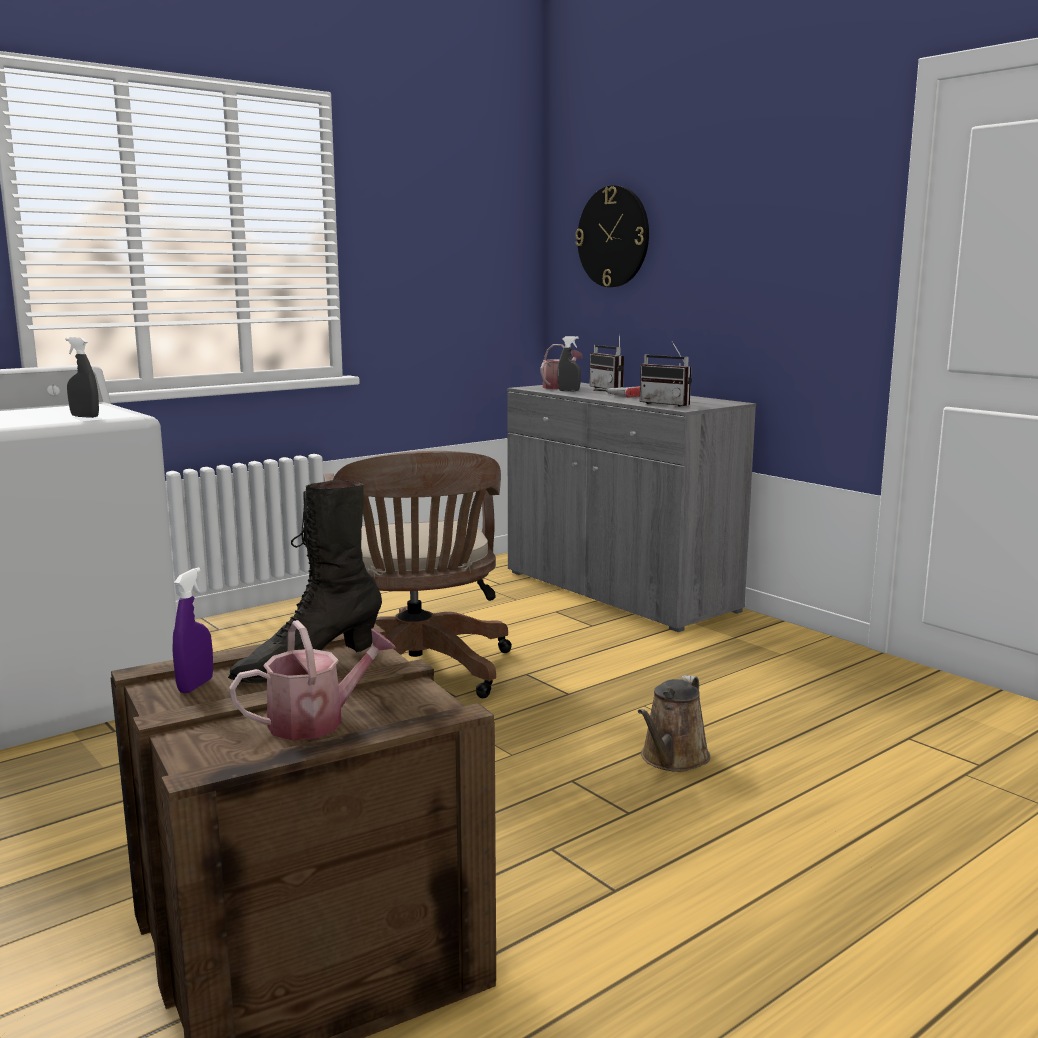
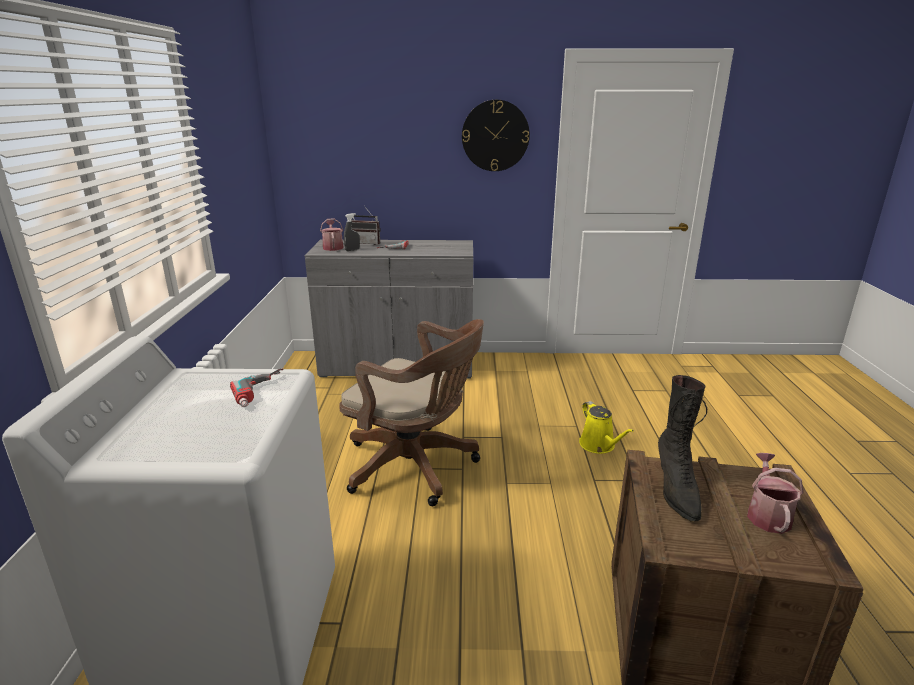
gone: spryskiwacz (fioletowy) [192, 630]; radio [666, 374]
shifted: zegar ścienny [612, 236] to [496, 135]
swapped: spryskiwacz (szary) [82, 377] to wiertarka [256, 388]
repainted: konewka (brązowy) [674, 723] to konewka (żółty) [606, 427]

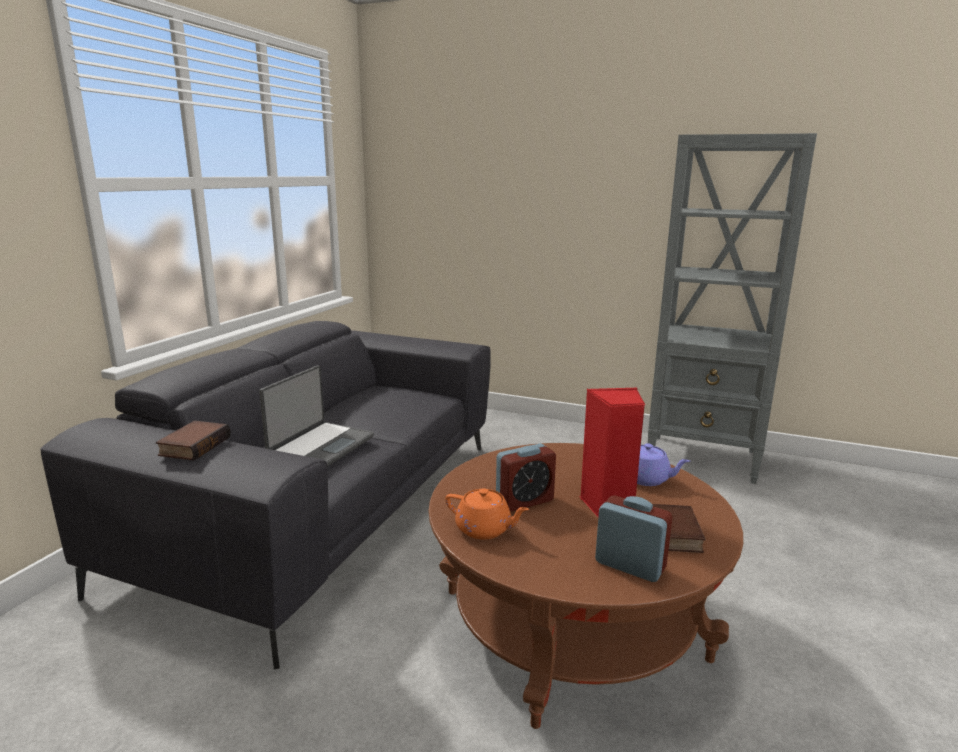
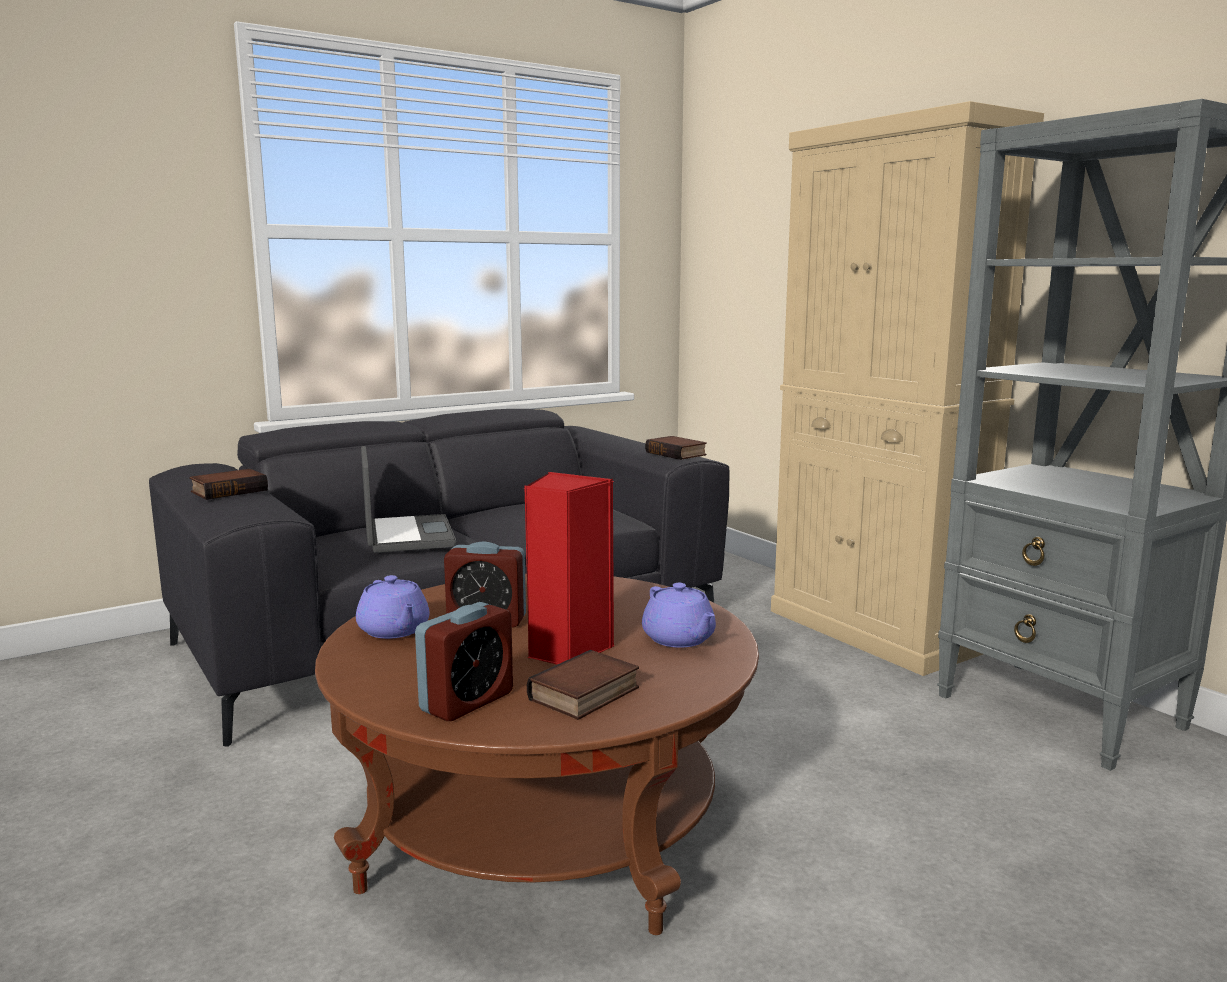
new: książka [676, 448]; szafka (beżowy) [907, 388]
repainted: imbryk (pomarańczowy) [487, 513] to imbryk (fioletowy) [393, 607]
rotated: laptop [316, 416] = [408, 499] 75 degrees counterclockwise; budzik [634, 538] = [464, 661] 60 degrees clockwise

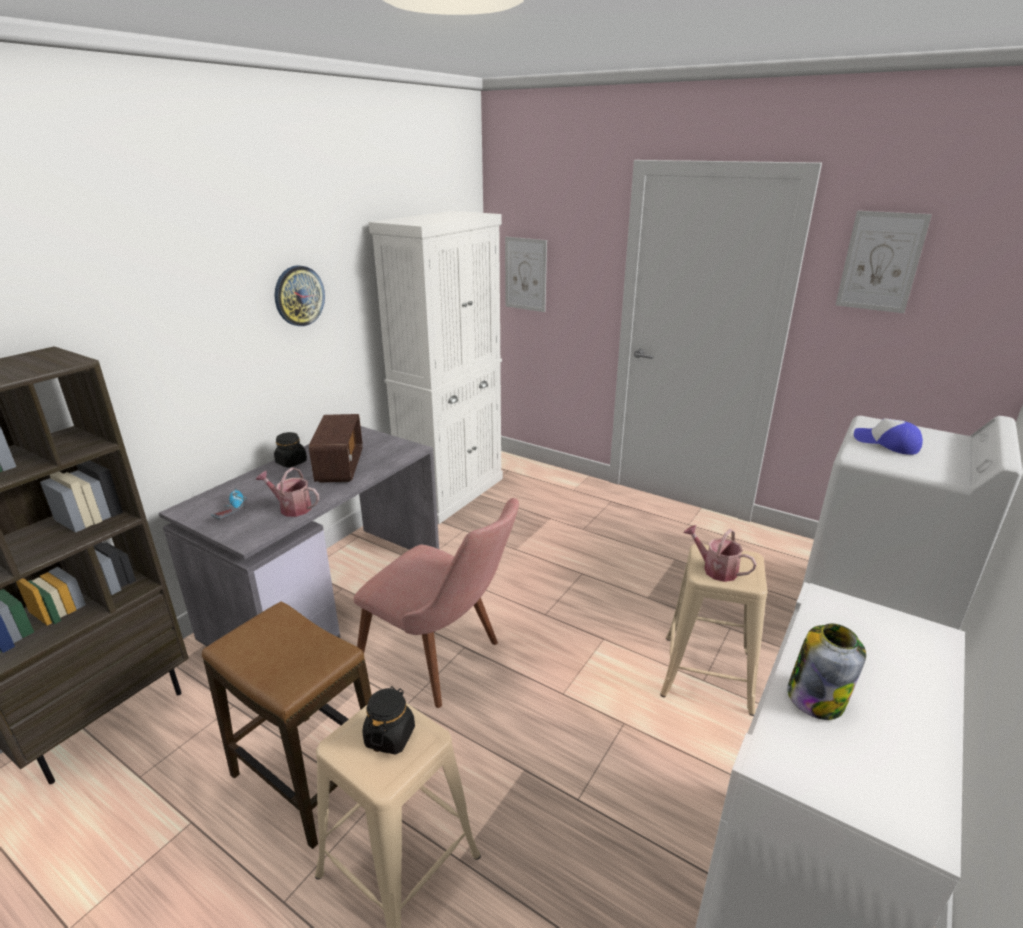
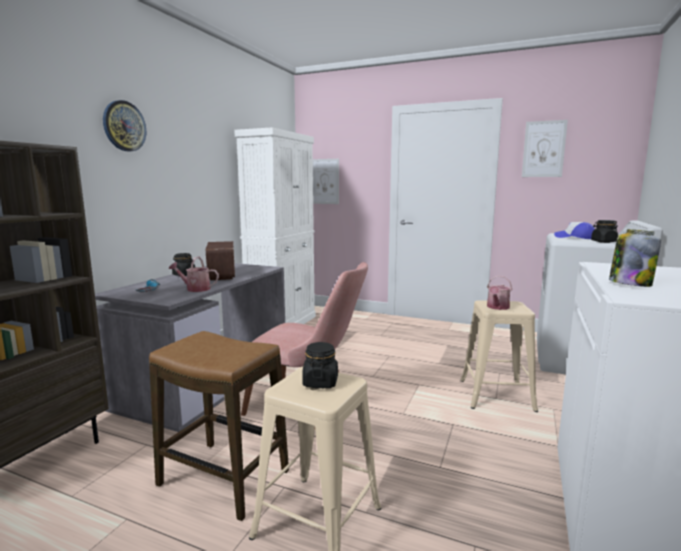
new: słoik (czarny) [604, 231]
shifted: zegar ścienny [300, 295] to [124, 126]
rotated: konewka [720, 553] = [499, 293] 90 degrees counterclockwise

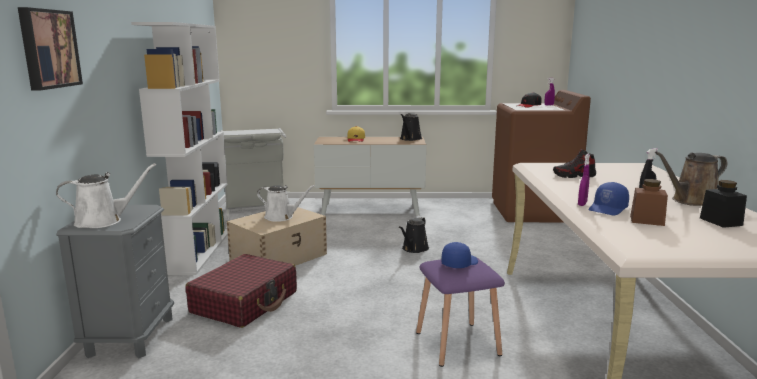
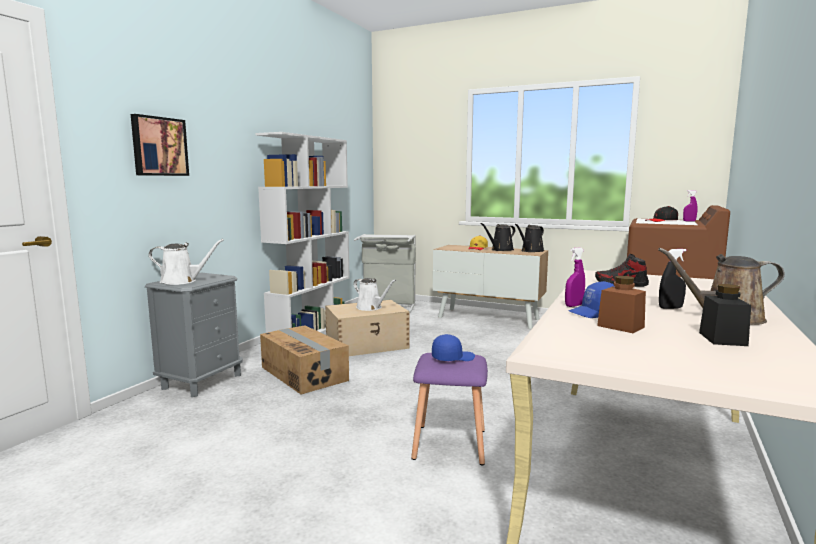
shifted: konewka (czarny) [414, 235] to [497, 237]
swapped: walizka (czerwony) [241, 291] to karton [304, 360]

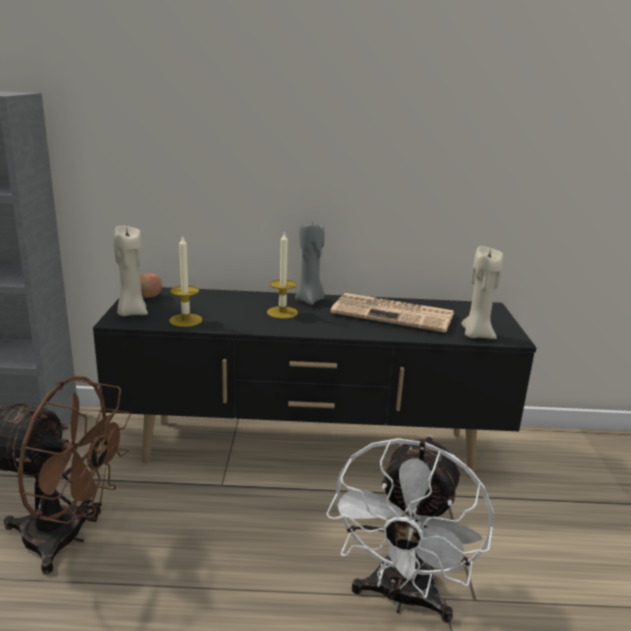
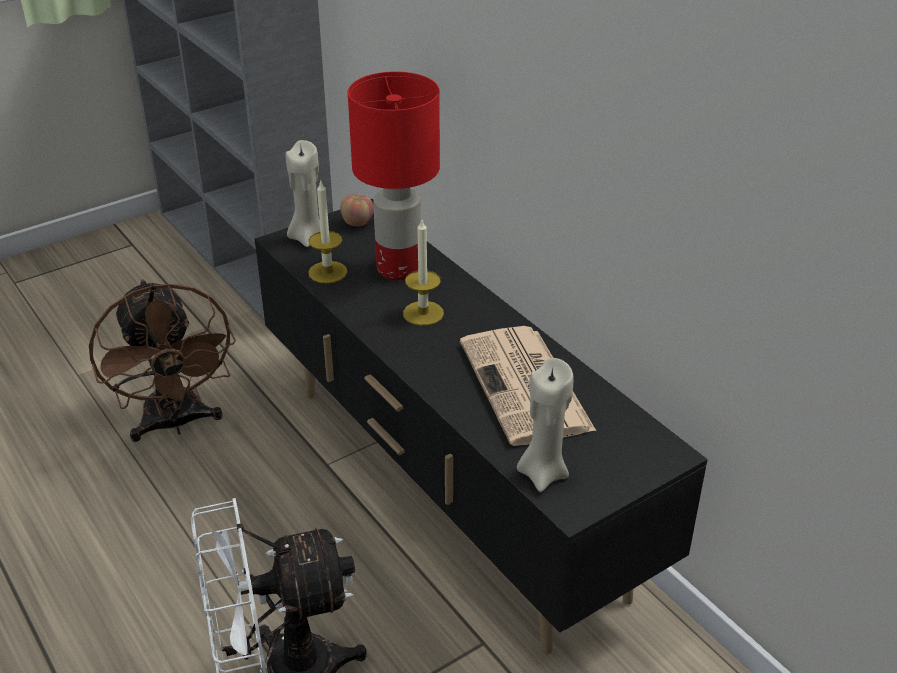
gone: świeca (szary) [310, 263]
new: lampa stołowa (czerwony) [394, 176]

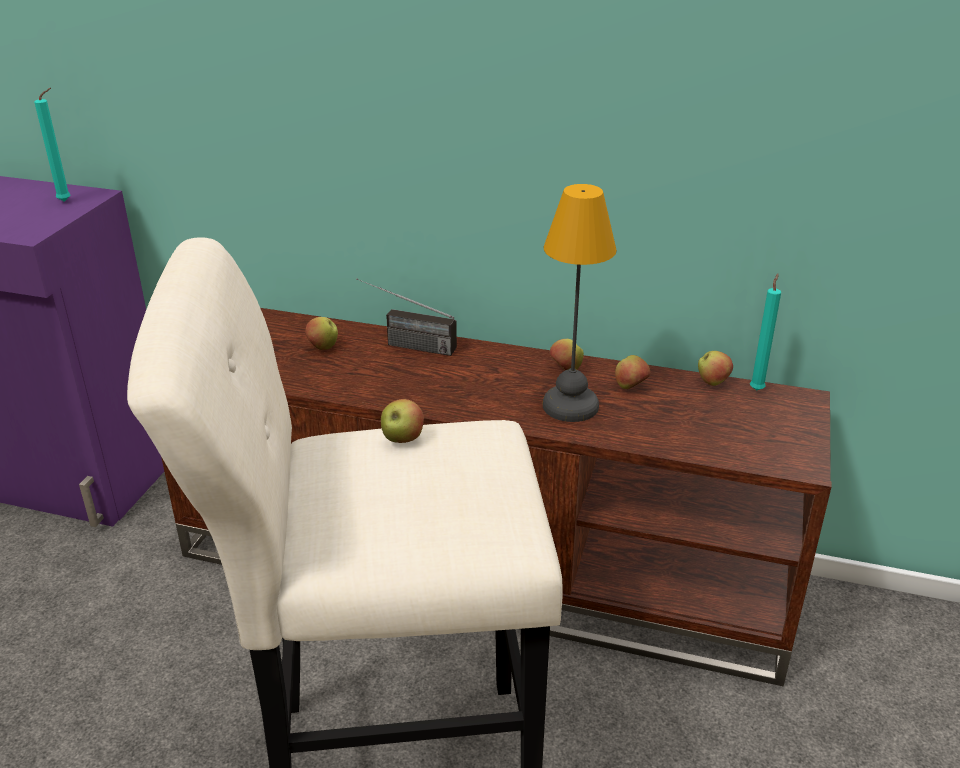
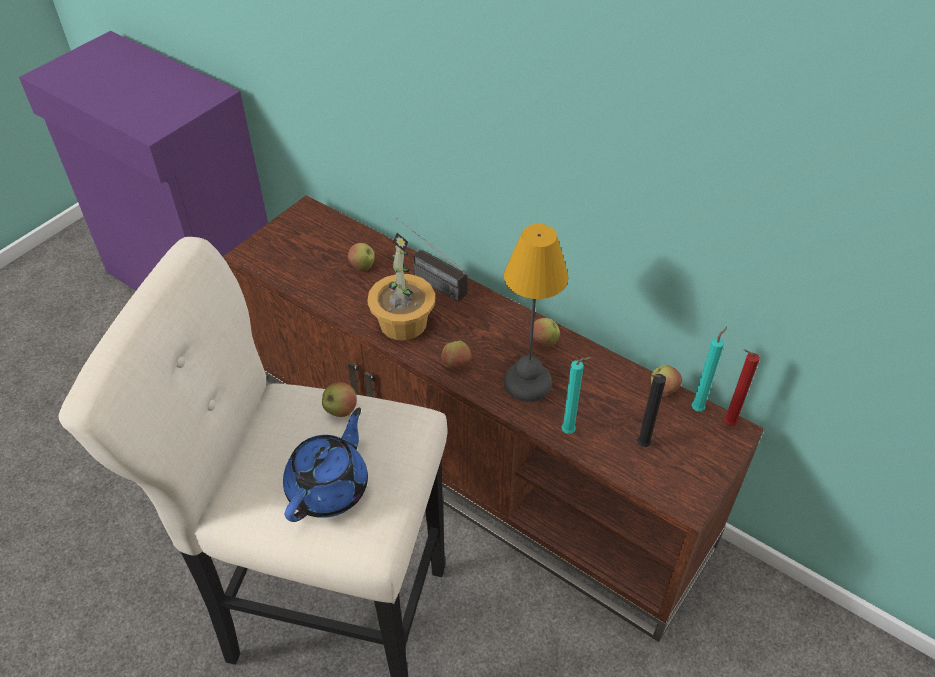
new: imbryk (niebieski) [325, 465]; roślina doniczkowa [401, 286]; świeca (czarny) [651, 410]; świeca (czerwony) [742, 387]
shifted: jabłko [632, 372] to [457, 354]; świeca (turkusowy) [52, 145] to [577, 395]

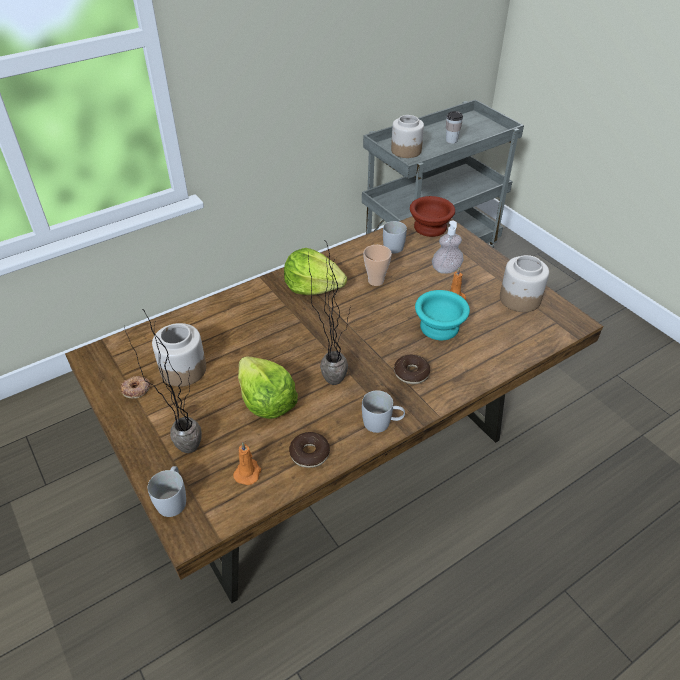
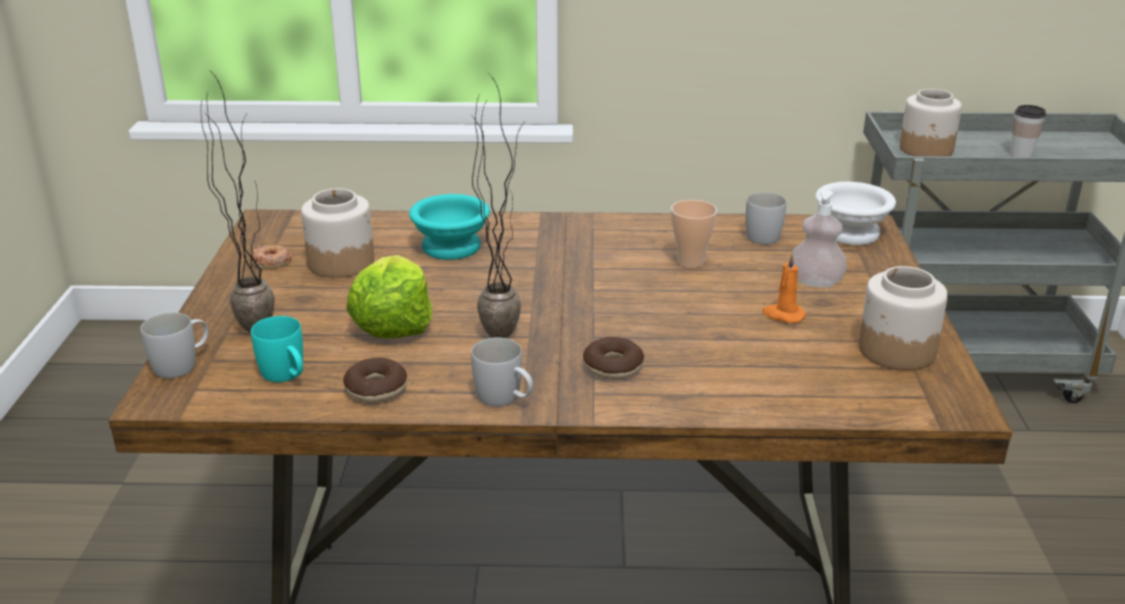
gone: sałata [315, 271]
shifted: miska (turkusowy) [442, 315] to [449, 227]
swapped: świeca (pomarańczowy) [247, 463] to kubek (turkusowy) [277, 349]
repainted: miska (brązowy) [432, 216] to miska (biały) [855, 213]

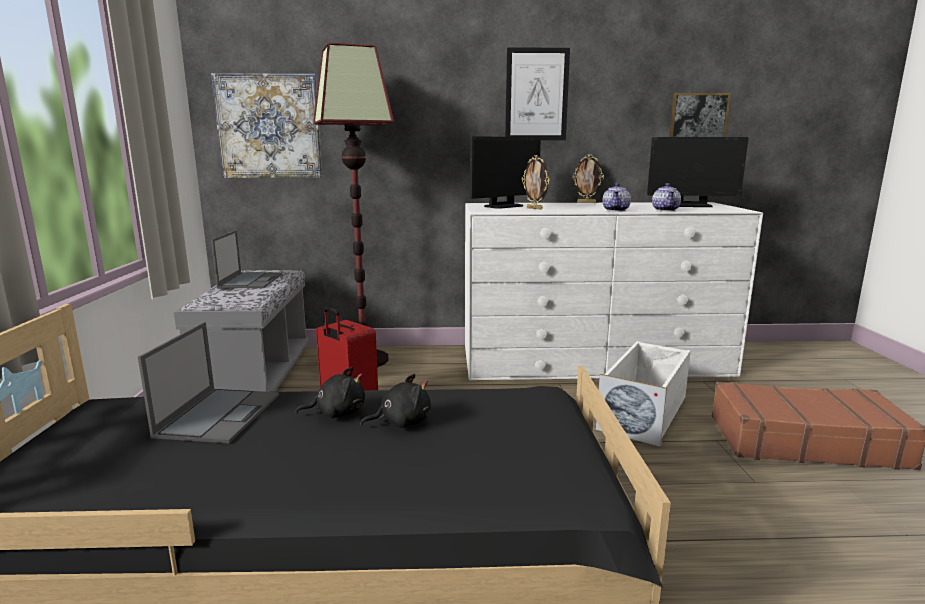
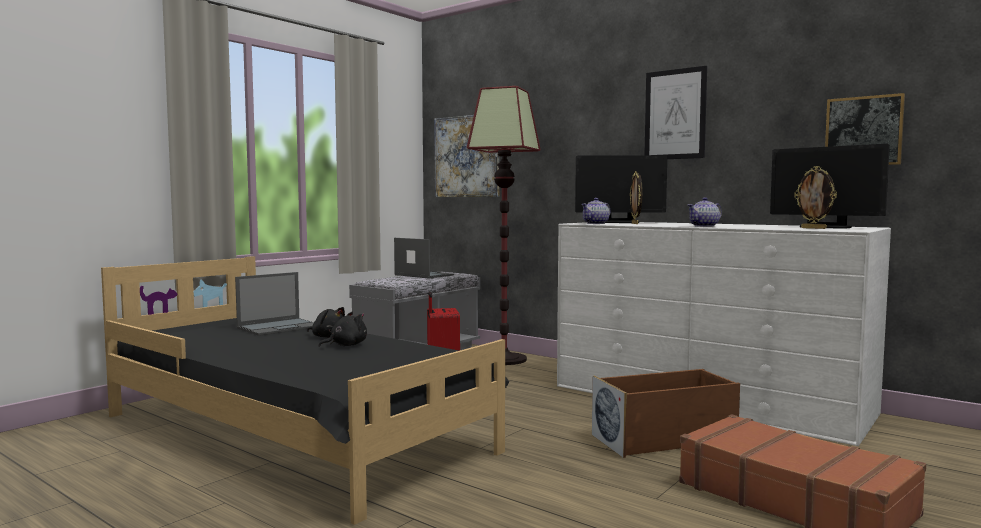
shifted: imbryk [666, 197] to [595, 211]; ramka na zdjęcie [588, 178] to [815, 197]
repainted: pojemnik do przechowywania (biały) [643, 394] to pojemnik do przechowywania (brązowy) [666, 413]
rotated: pluszak (czarny) [395, 401] = [343, 329] 60 degrees counterclockwise; laptop [247, 259] = [424, 258] 90 degrees counterclockwise

